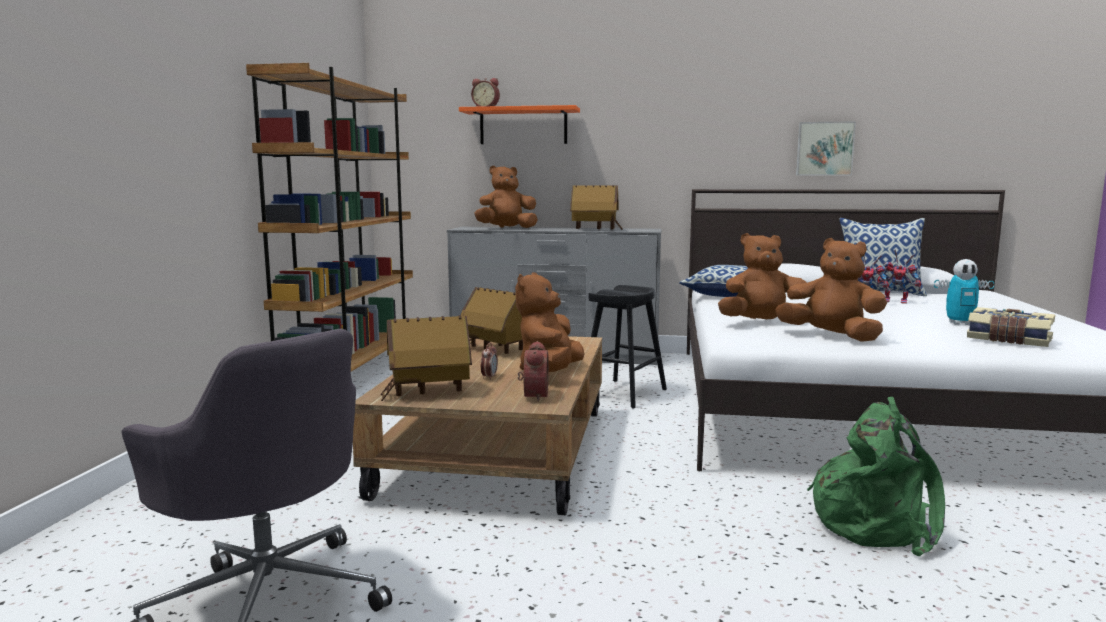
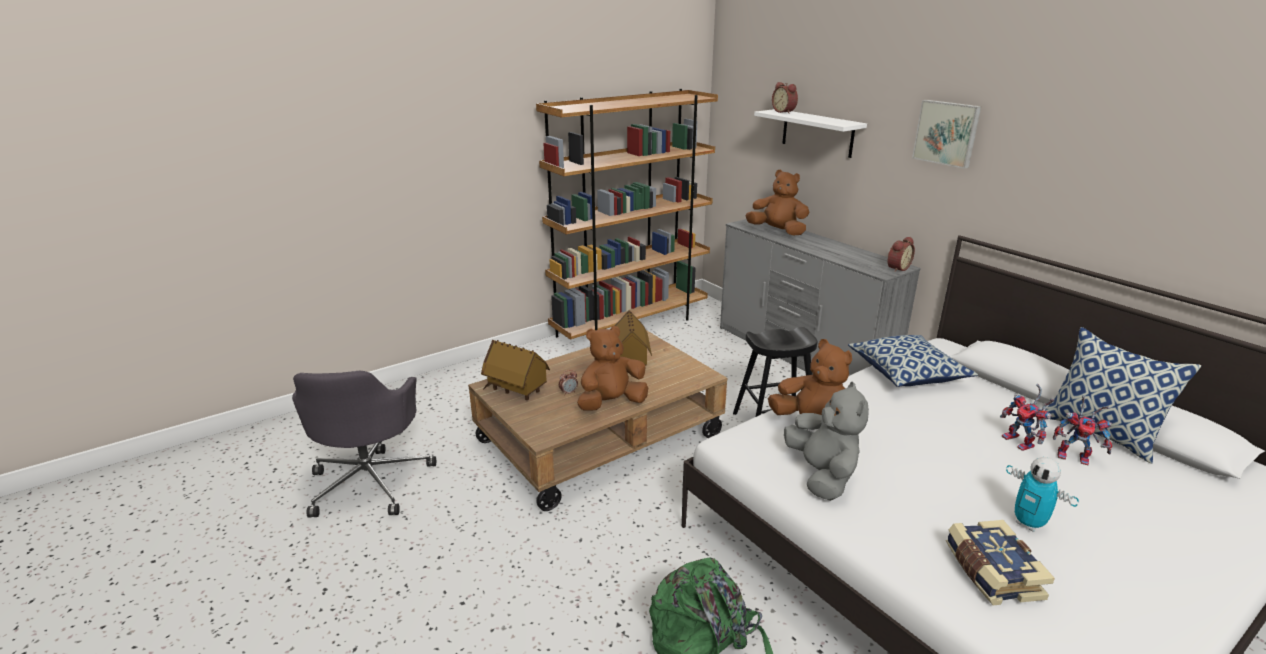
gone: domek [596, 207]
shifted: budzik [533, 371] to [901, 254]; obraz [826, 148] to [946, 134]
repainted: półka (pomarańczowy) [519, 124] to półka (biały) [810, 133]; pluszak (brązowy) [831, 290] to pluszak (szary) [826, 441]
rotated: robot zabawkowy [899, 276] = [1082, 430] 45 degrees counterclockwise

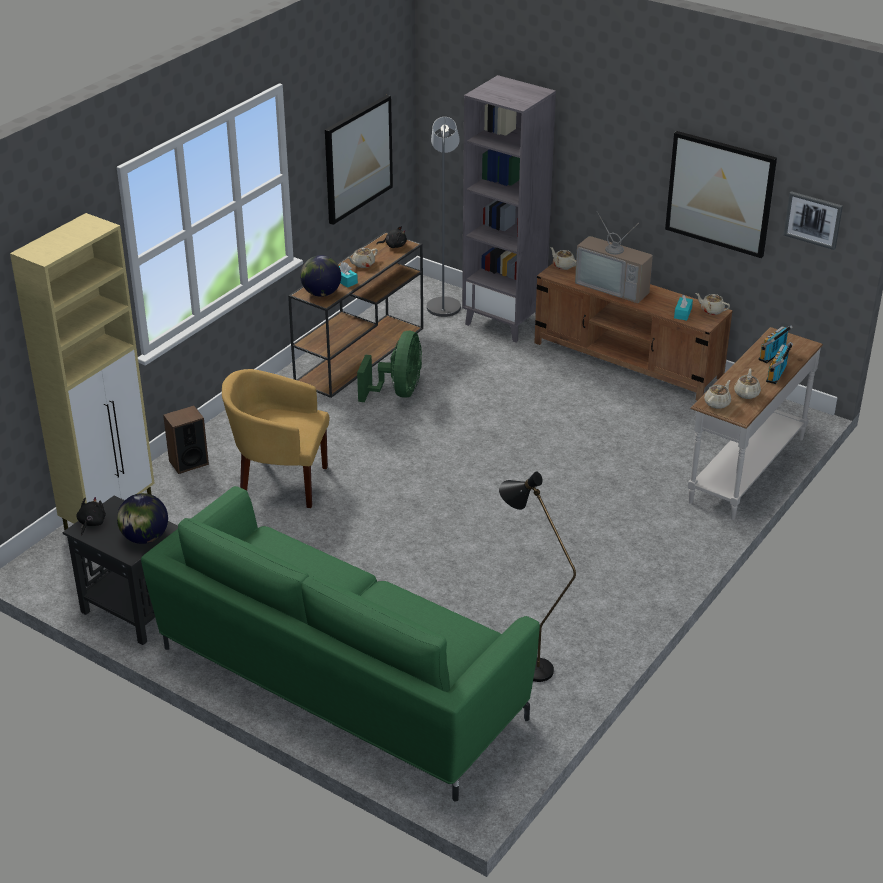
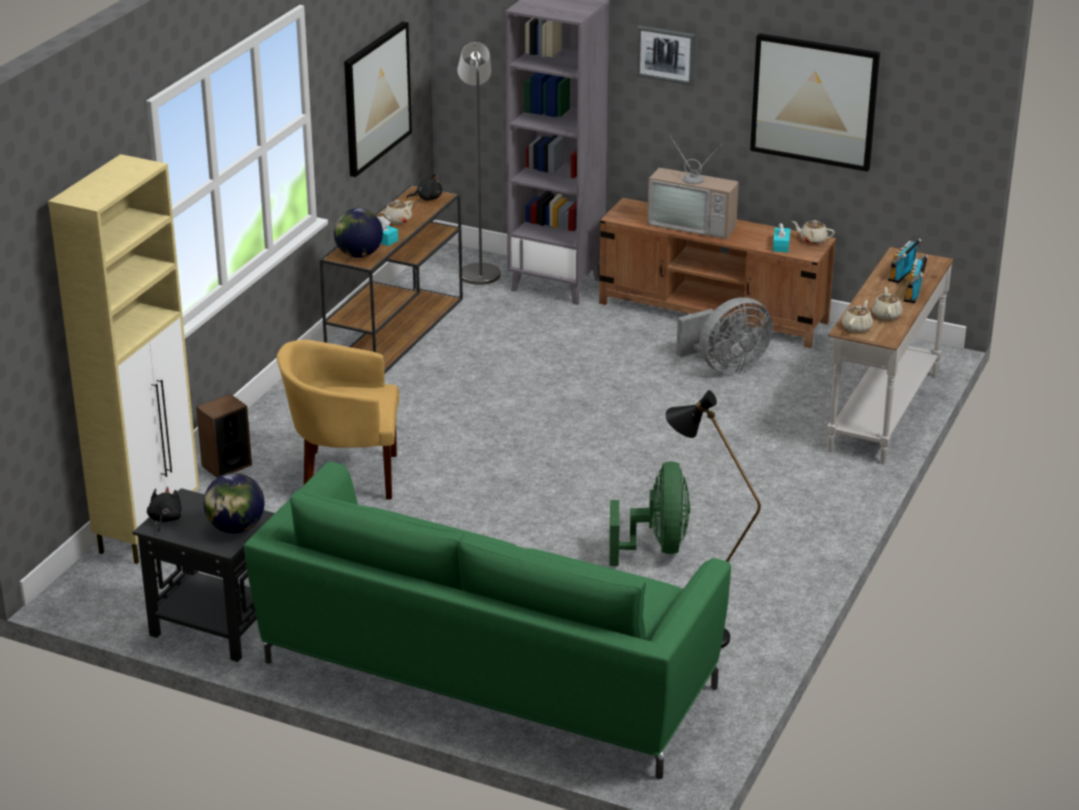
gone: imbryk (beżowy) [563, 258]
new: wentylator (szary) [724, 335]
shifted: wentylator (zielony) [389, 366] to [649, 513]; obraz [813, 220] to [665, 55]

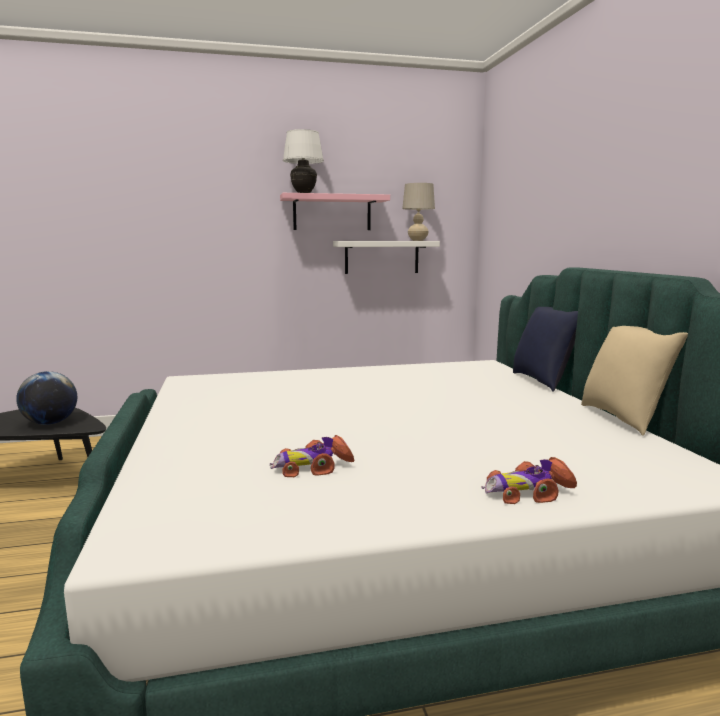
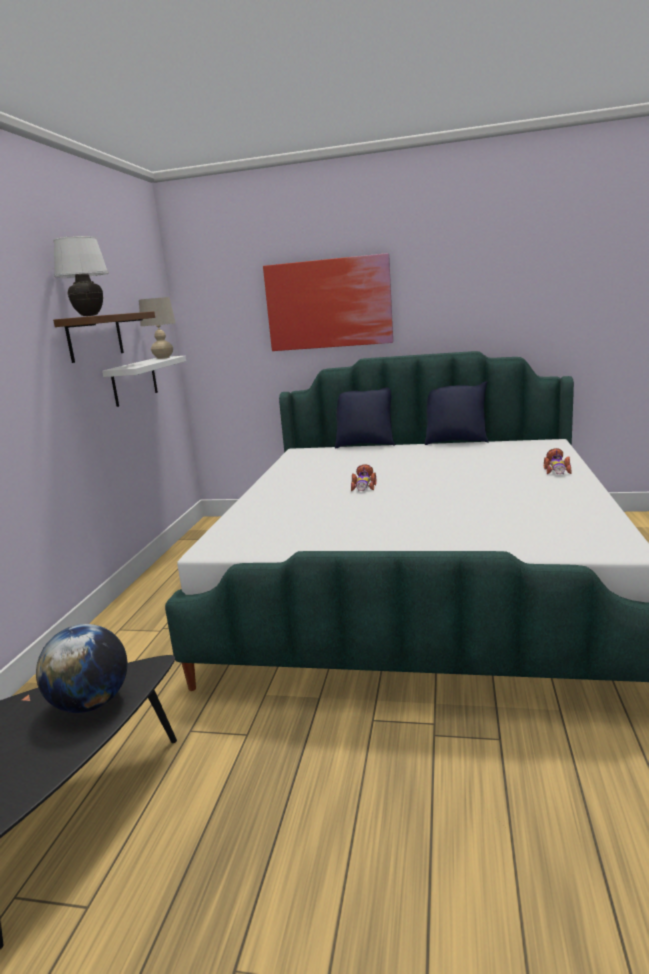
new: obraz [328, 302]
shifted: samochodzik [312, 456] to [364, 477]
repainted: półka (różowy) [335, 211] to półka (brązowy) [104, 337]; poduszka (beżowy) [634, 381] to poduszka (niebieski) [457, 413]

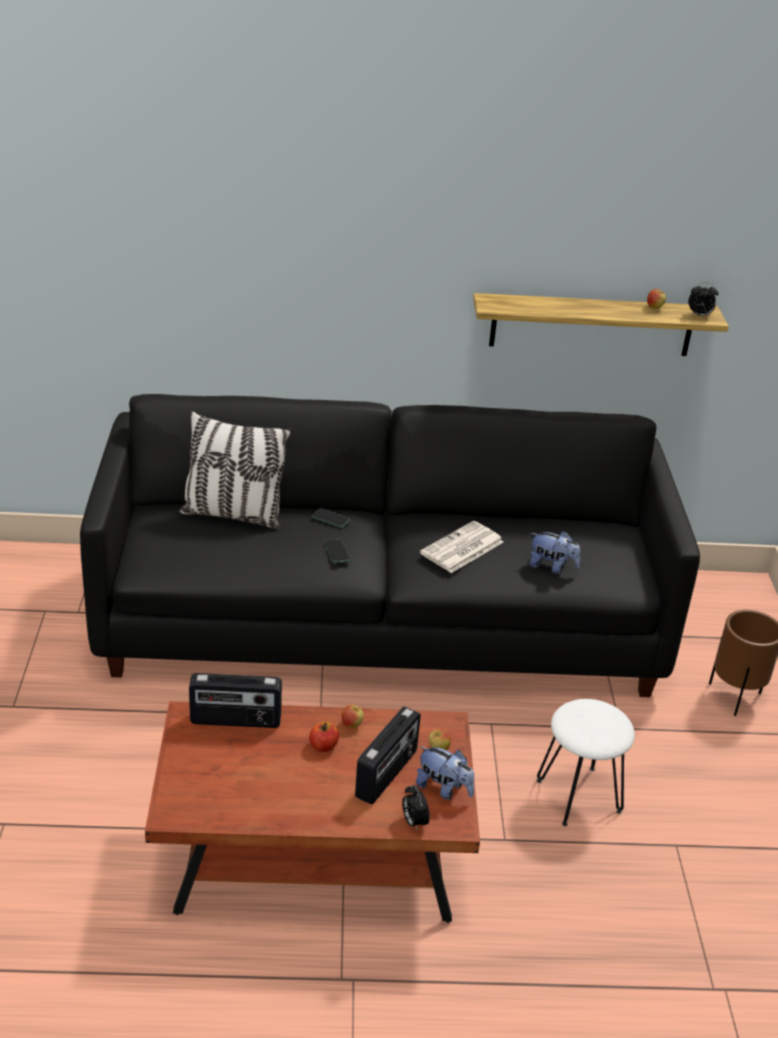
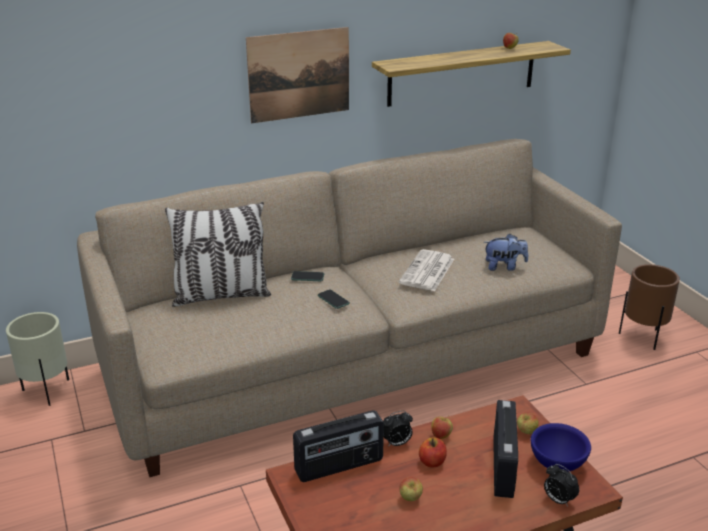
gone: stołek (biały) [586, 762]
new: donica (beżowy) [37, 359]; obraz [297, 75]; jabłko [411, 489]
shifted: budzik [703, 299] to [398, 429]
swapped: pluszak [445, 773] to miska (niebieski) [561, 447]
repainted: kanapa (czarny) [390, 545] to kanapa (beżowy) [349, 308]

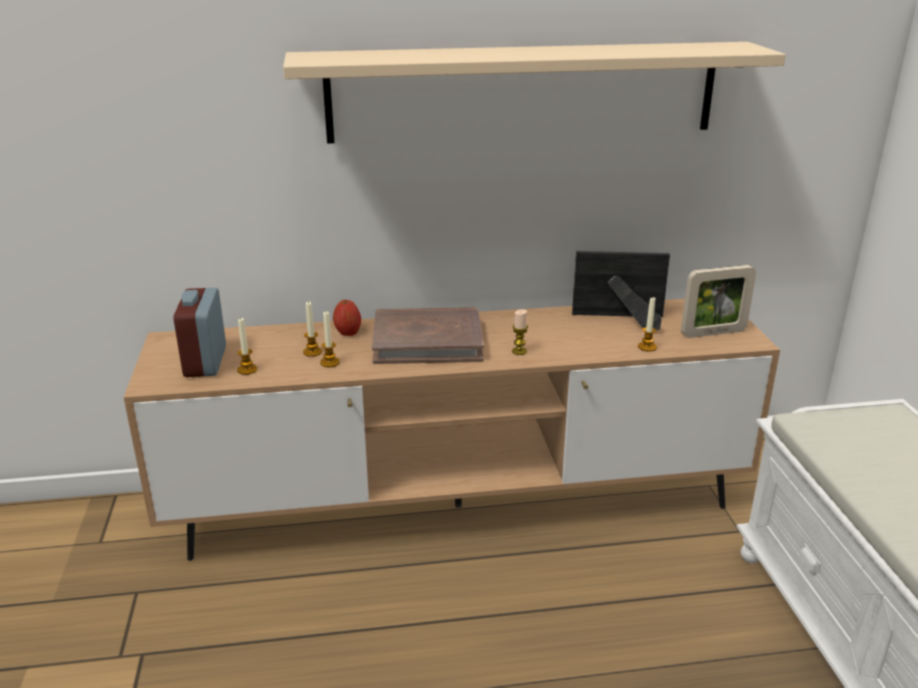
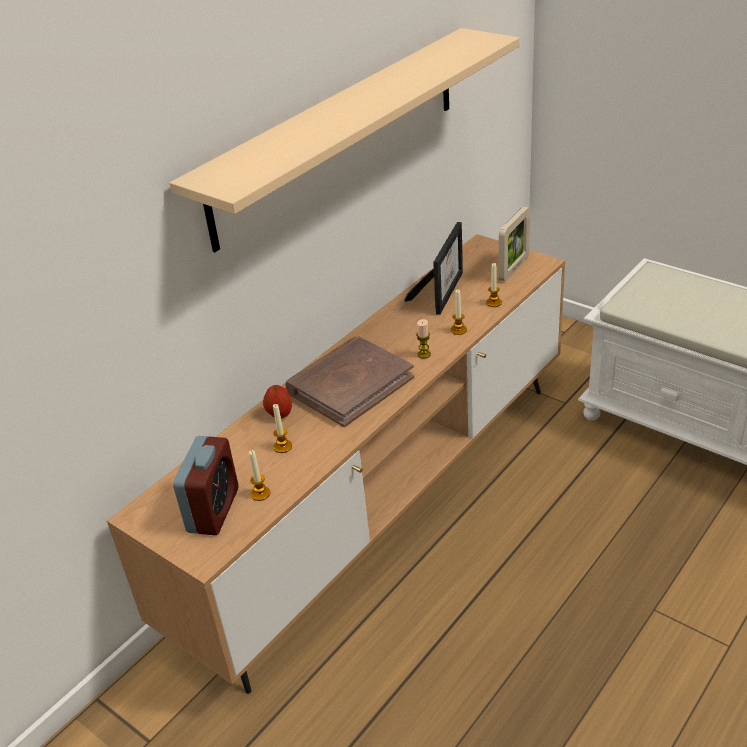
shifted: świeca [330, 339] to [459, 312]
rotated: budzik [199, 332] = [205, 485] 120 degrees counterclockwise; ramka na zdjęcie [621, 291] = [433, 268] 150 degrees clockwise

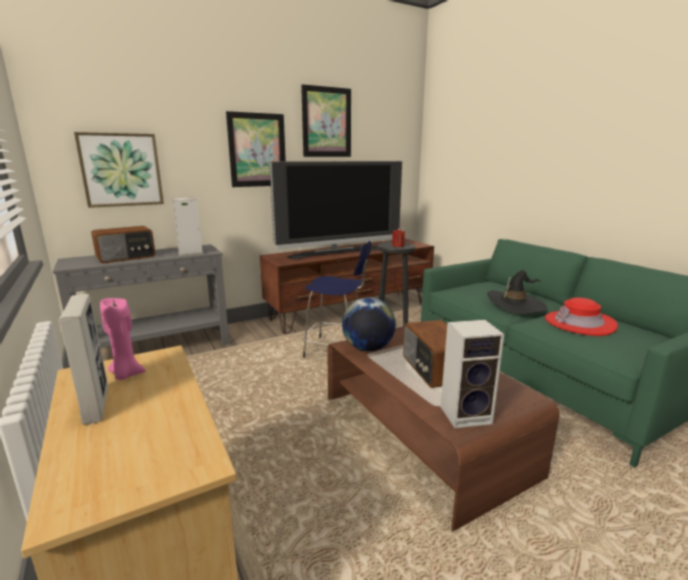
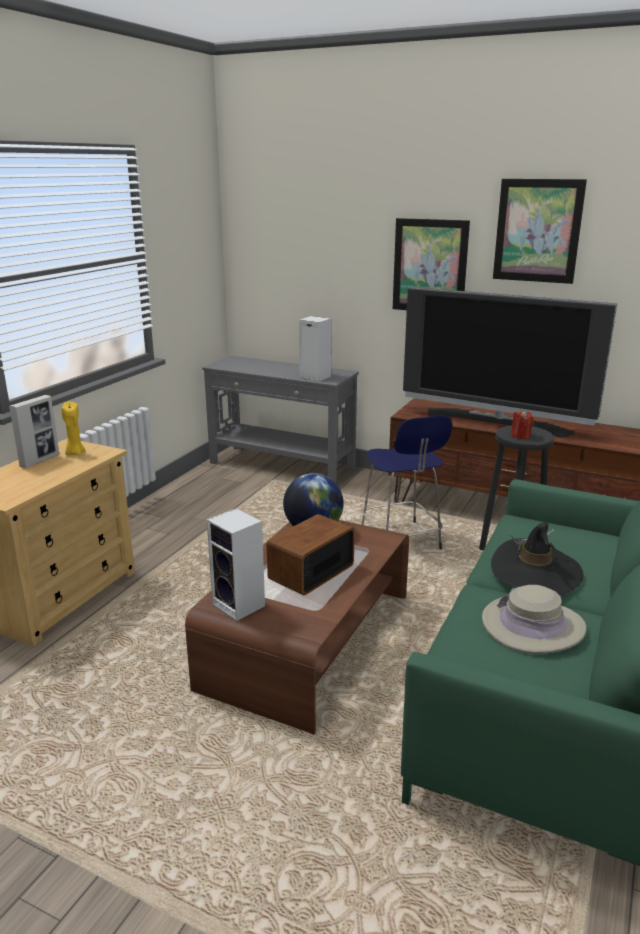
gone: obraz [119, 170]; radio [123, 244]
repainted: świeca (różowy) [123, 339] to świeca (żółty) [73, 429]; kapelusz (czerwony) [581, 317] to kapelusz (beżowy) [534, 619]

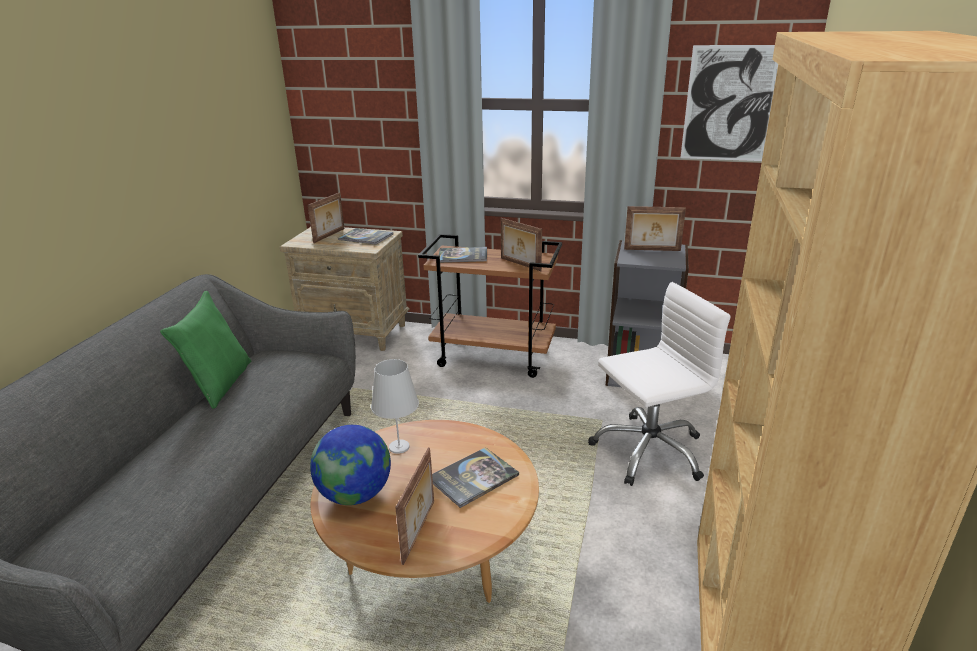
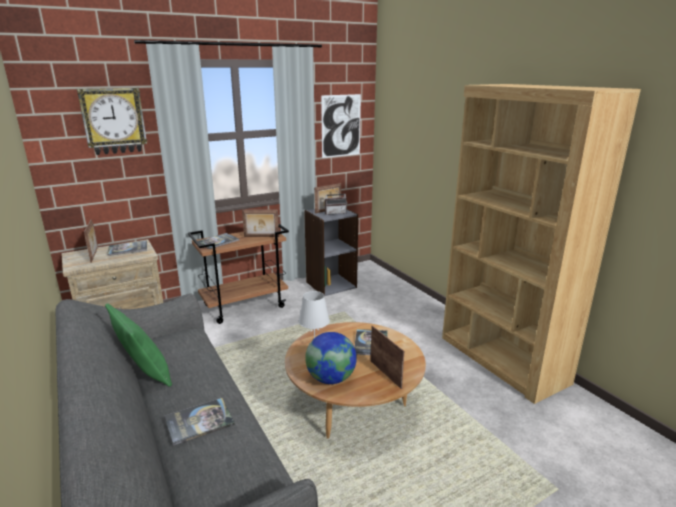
gone: krzesło biurowe (biały) [659, 384]
new: zegar ścienny [112, 121]; książka [200, 422]; radio [336, 201]

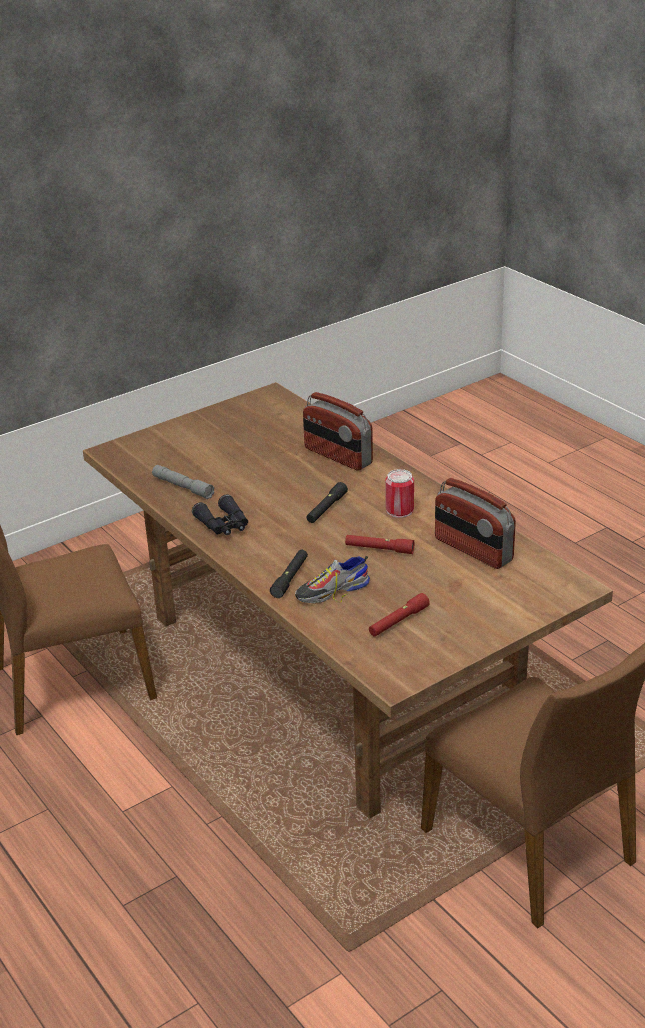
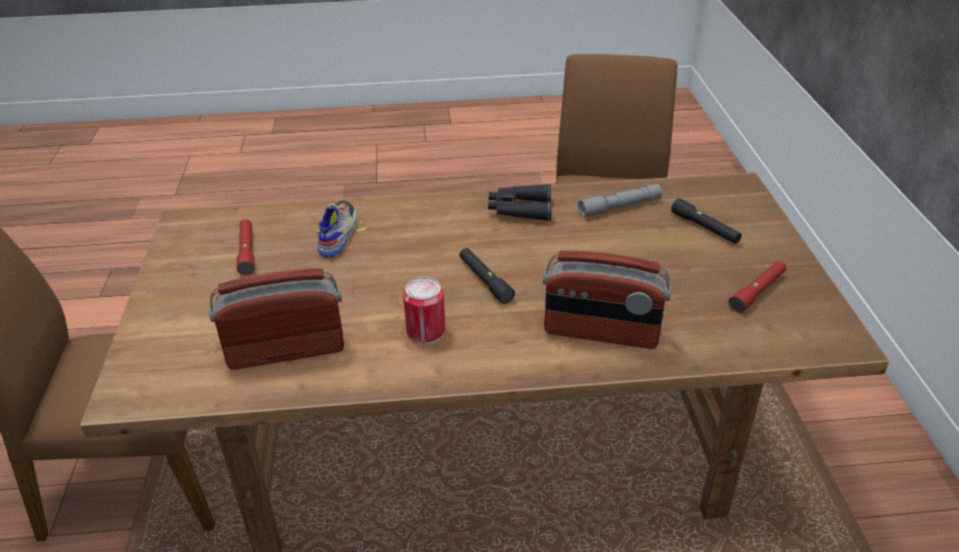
shifted: latarka (czarny) [289, 574] to [706, 221]; latarka (czerwony) [379, 544] to [757, 287]
rotated: radio [338, 431] = [607, 300] 150 degrees counterclockwise

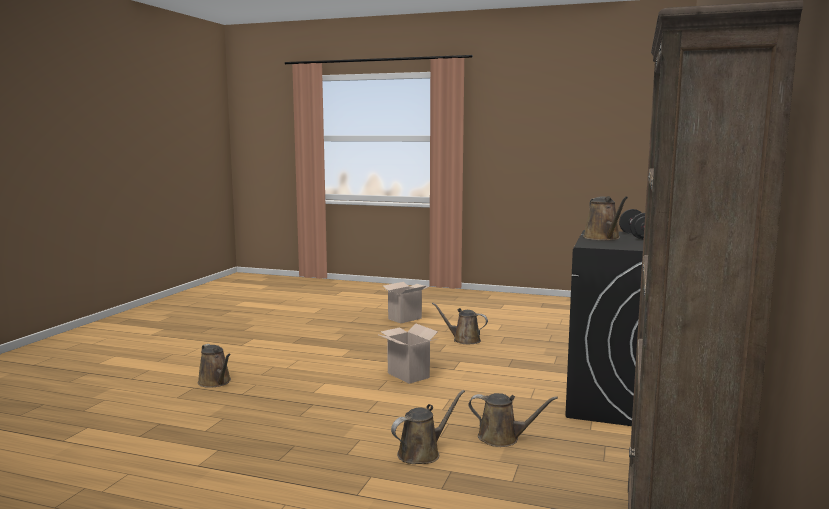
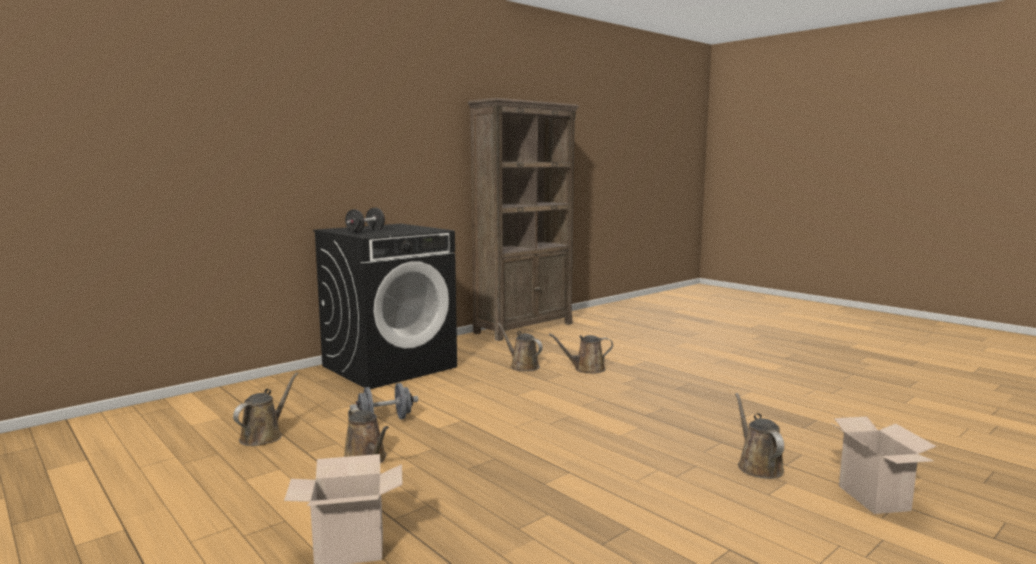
new: hantel (szary) [384, 401]
shifted: konewka (brązowy) [605, 218] to [265, 409]; karton [408, 353] to [883, 465]

